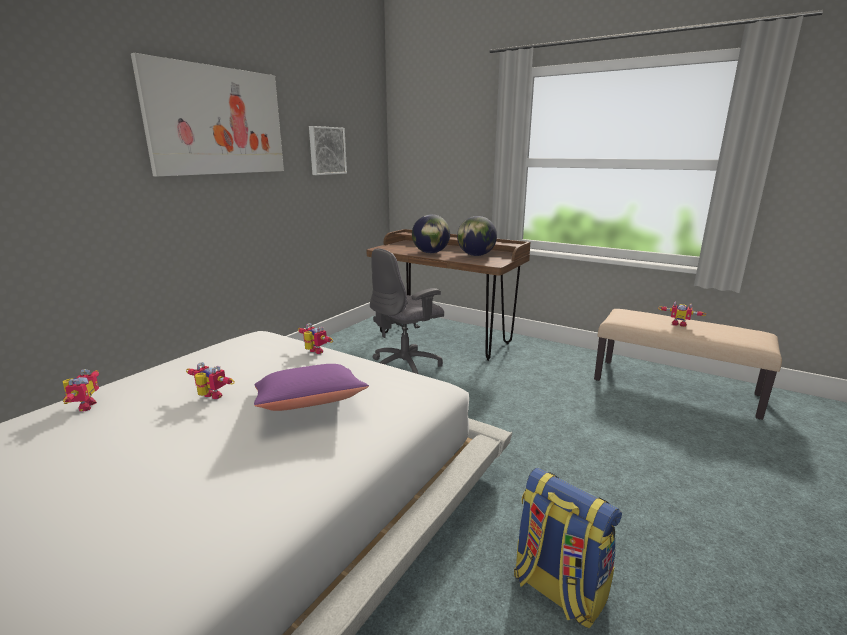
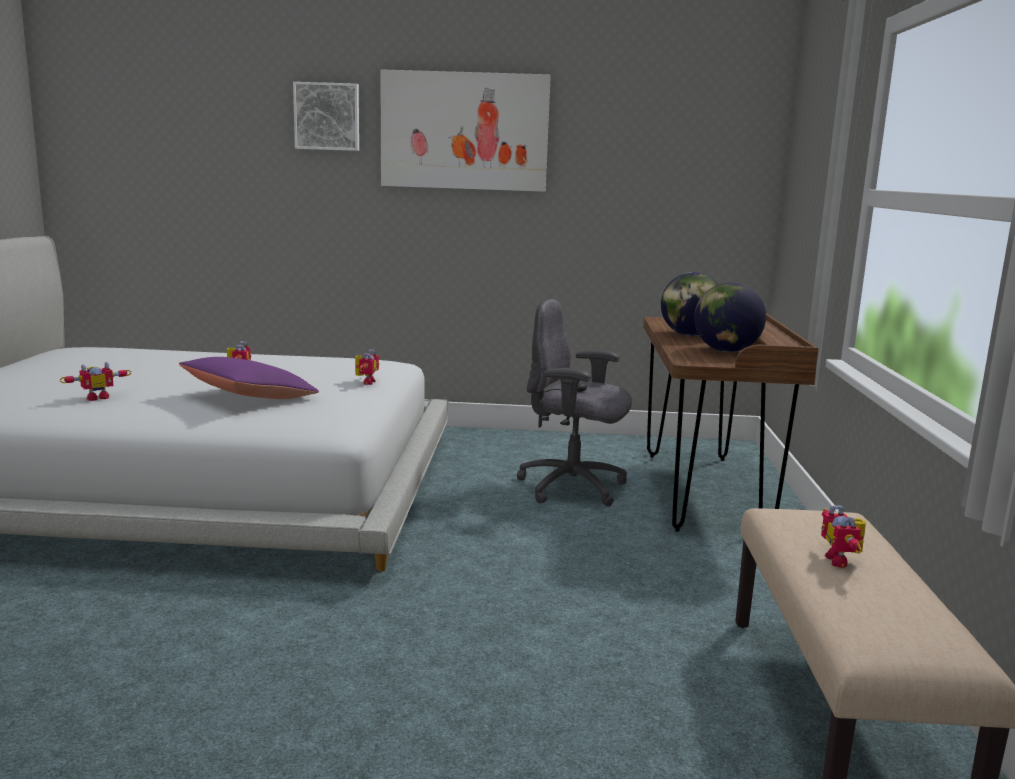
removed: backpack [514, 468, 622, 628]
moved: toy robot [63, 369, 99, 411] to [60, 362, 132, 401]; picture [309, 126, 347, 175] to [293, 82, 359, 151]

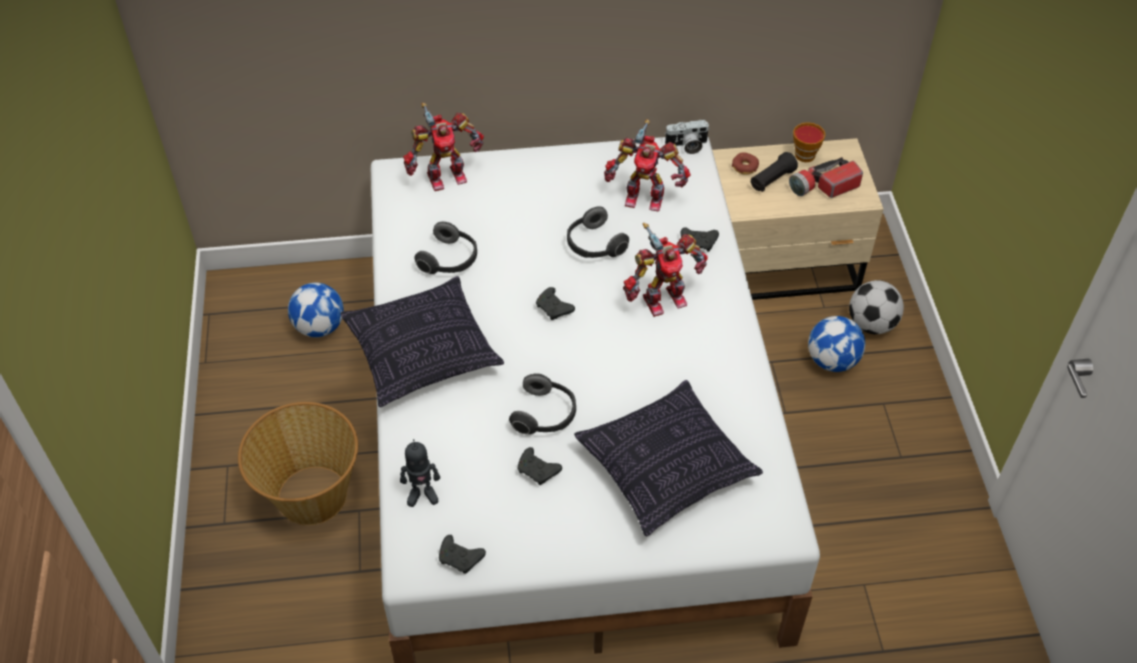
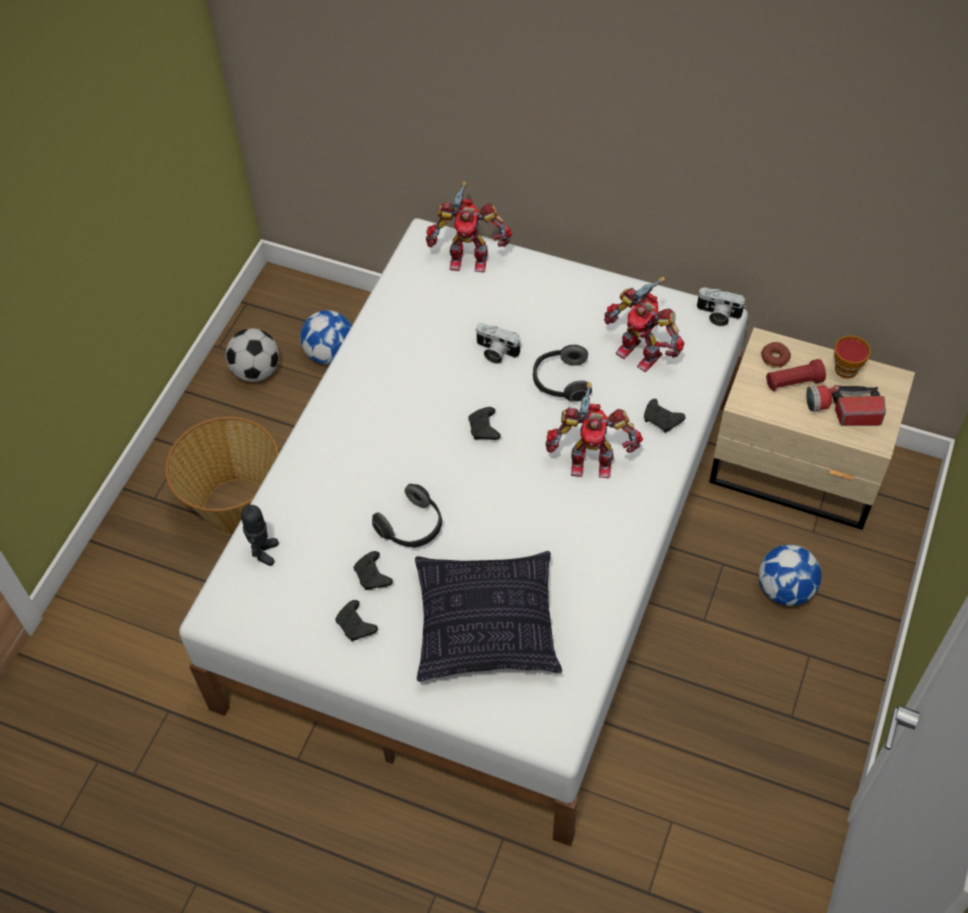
removed: cushion [341, 276, 504, 407]; pair of headphones [414, 222, 477, 274]
added: photo camera [475, 323, 521, 364]
moved: black-coloured gamepad [439, 535, 486, 574] to [335, 600, 378, 641]; football ball [849, 280, 904, 334] to [225, 328, 279, 382]
recoloured: black-coloured flashlight [751, 152, 798, 192] to red-coloured flashlight [766, 359, 826, 391]
turned: toy robot [400, 439, 440, 507] = [241, 503, 279, 566] 105 degrees counterclockwise

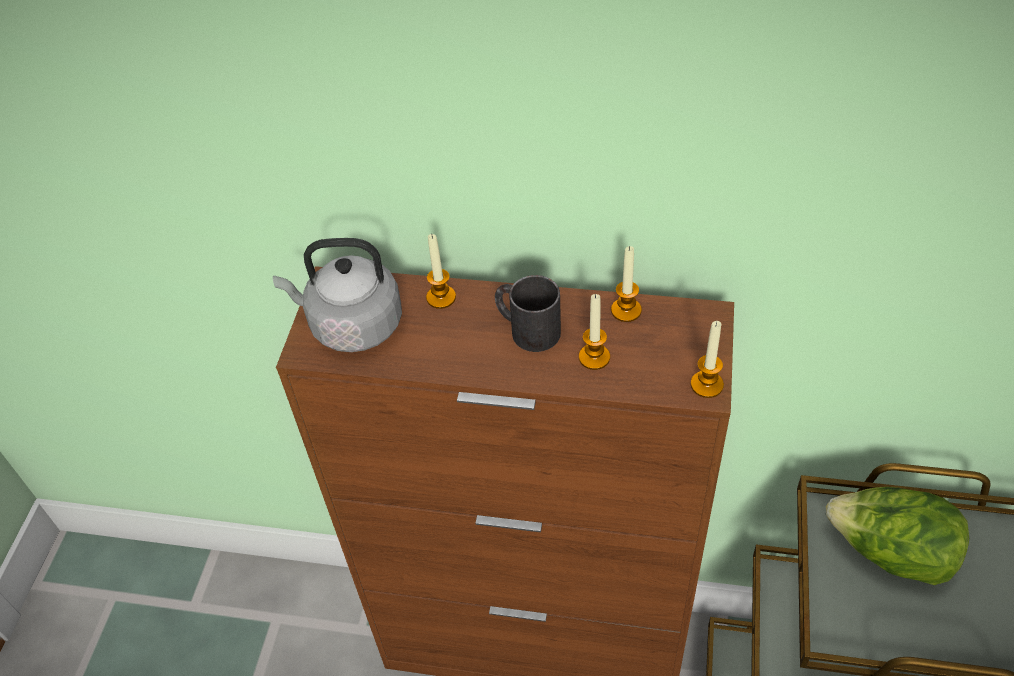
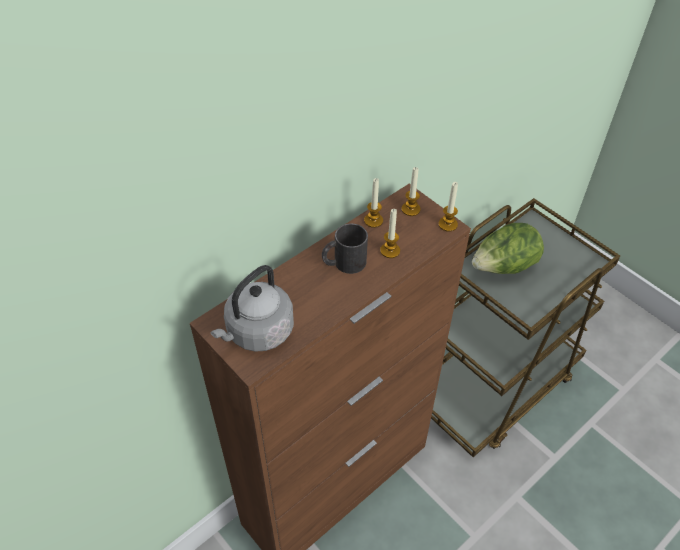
moved: candle [426, 234, 456, 309] to [402, 167, 421, 216]

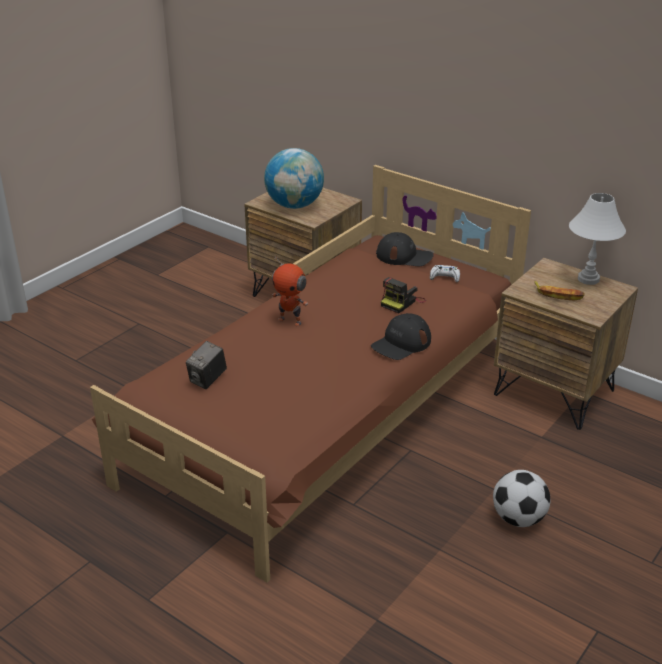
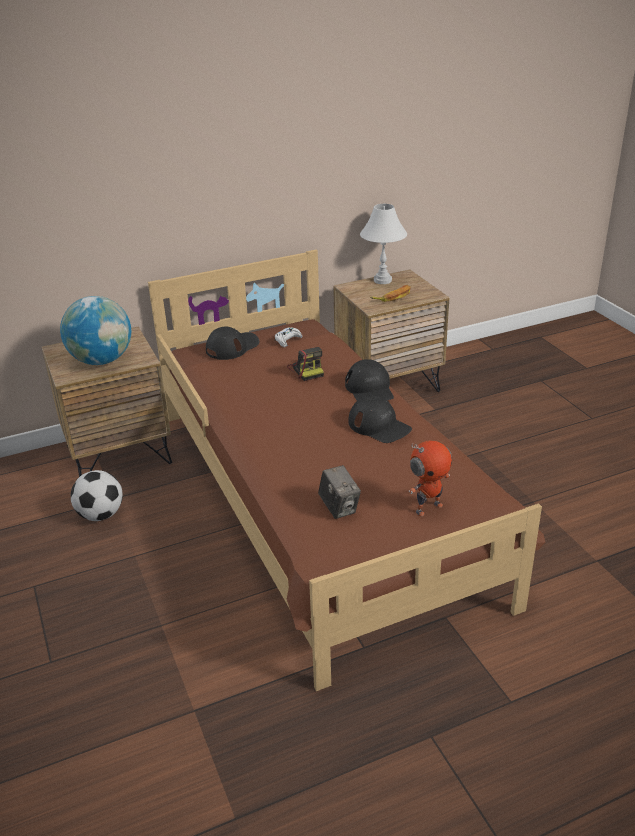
added: black-coloured baseball cap [348, 395, 412, 443]
moved: toy robot [272, 255, 308, 326] to [409, 441, 452, 516]; football ball [493, 470, 550, 527] to [71, 470, 123, 521]

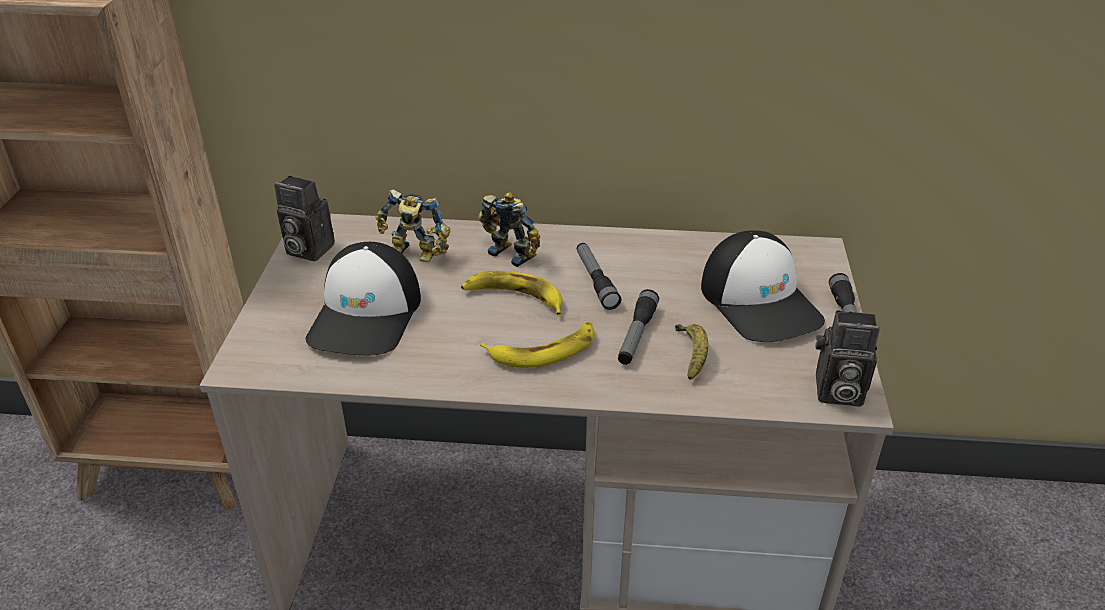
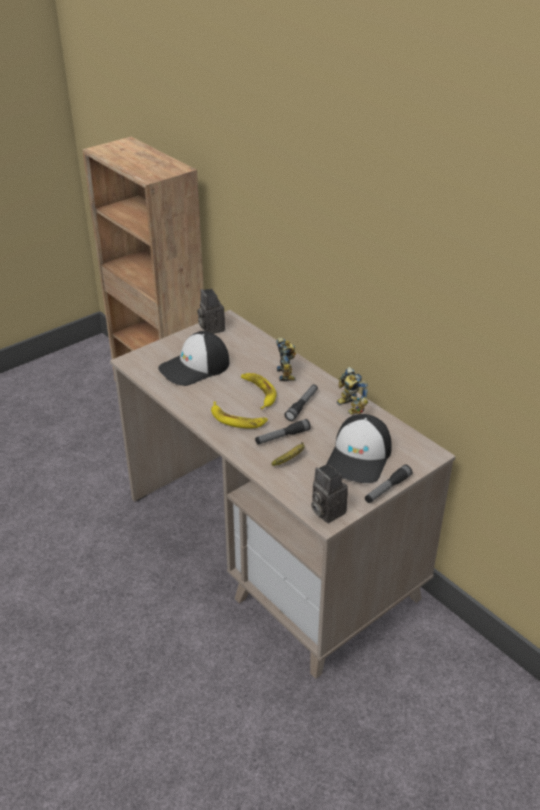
moved: toy robot [376, 189, 451, 262] to [337, 367, 368, 415]

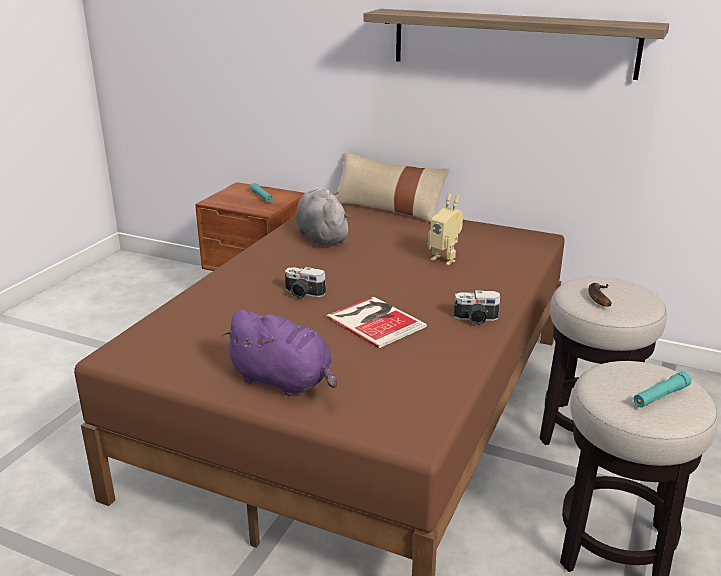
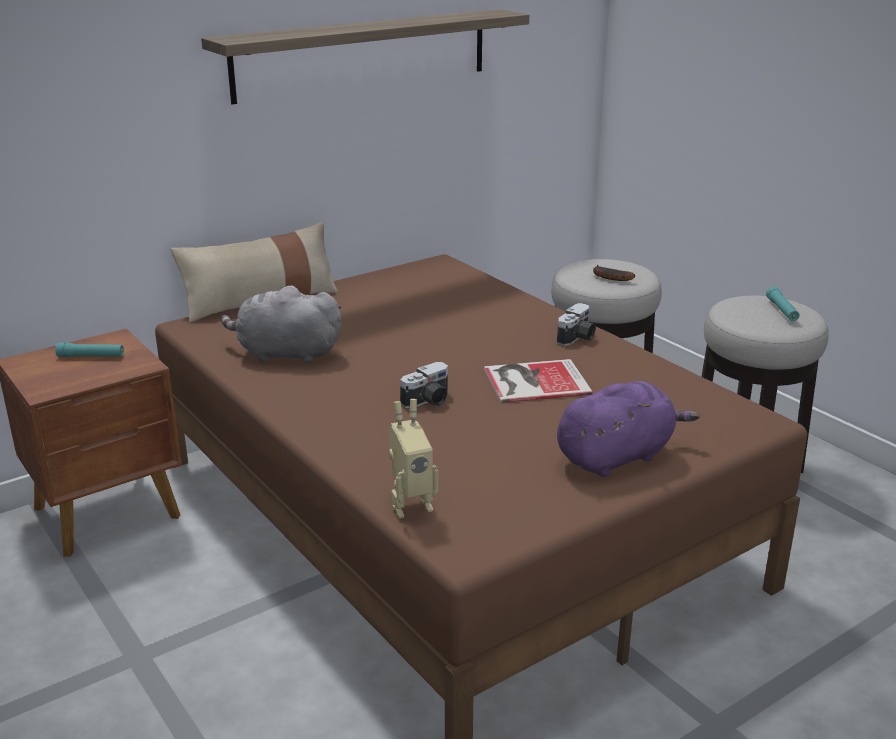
moved: toy robot [428, 193, 463, 265] to [388, 399, 438, 518]

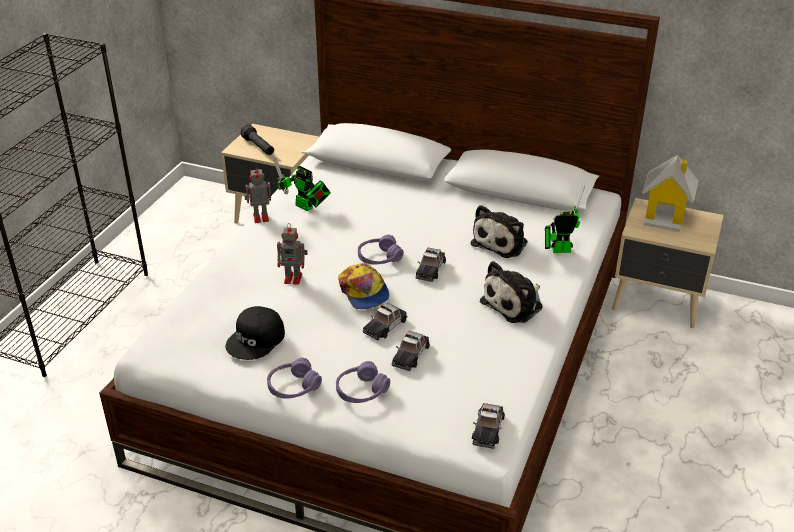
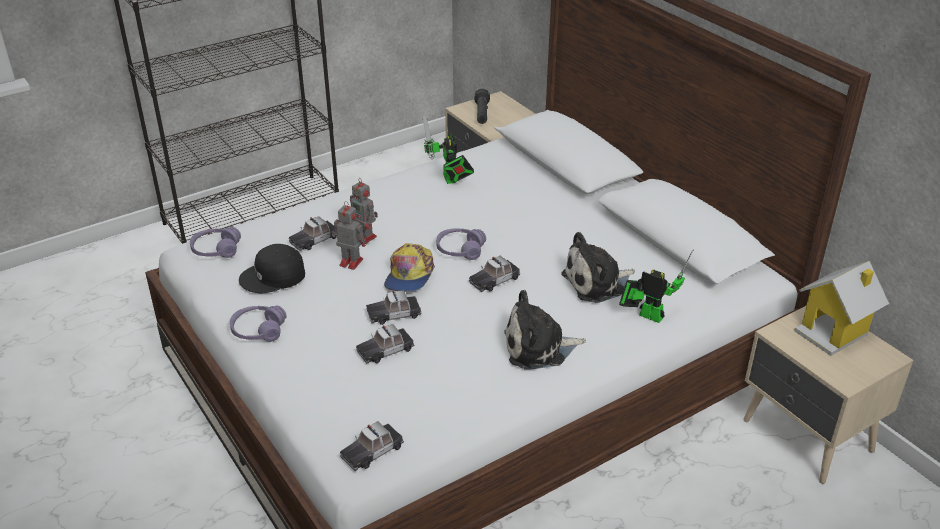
added: model car [289, 216, 337, 251]
moved: toy robot [244, 165, 271, 223] to [331, 201, 366, 270]; purple pair of headphones [336, 361, 390, 403] to [190, 227, 241, 258]

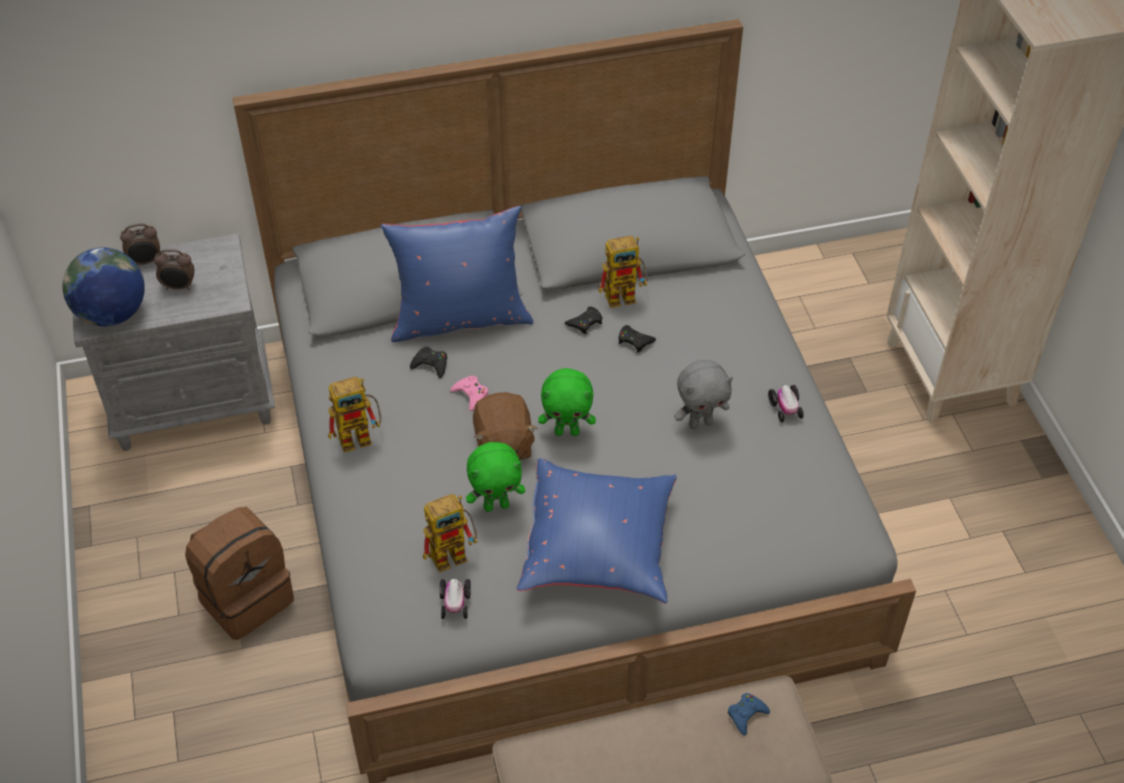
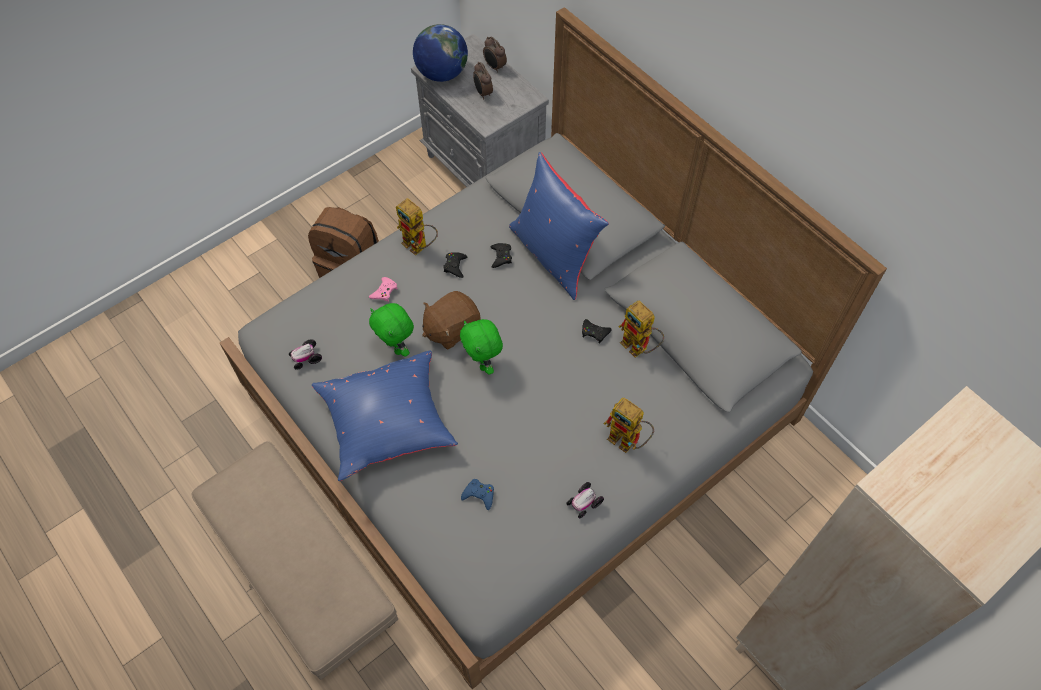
removed: greyish soft toy [674, 360, 733, 429]
moved: toy robot [423, 494, 478, 572] to [604, 398, 654, 453]; pinkish gamepad [450, 376, 489, 411] to [369, 277, 398, 302]; black-coloured gamepad [618, 325, 656, 353] to [443, 252, 467, 278]; bluish gamepad [728, 693, 770, 736] to [461, 479, 494, 510]

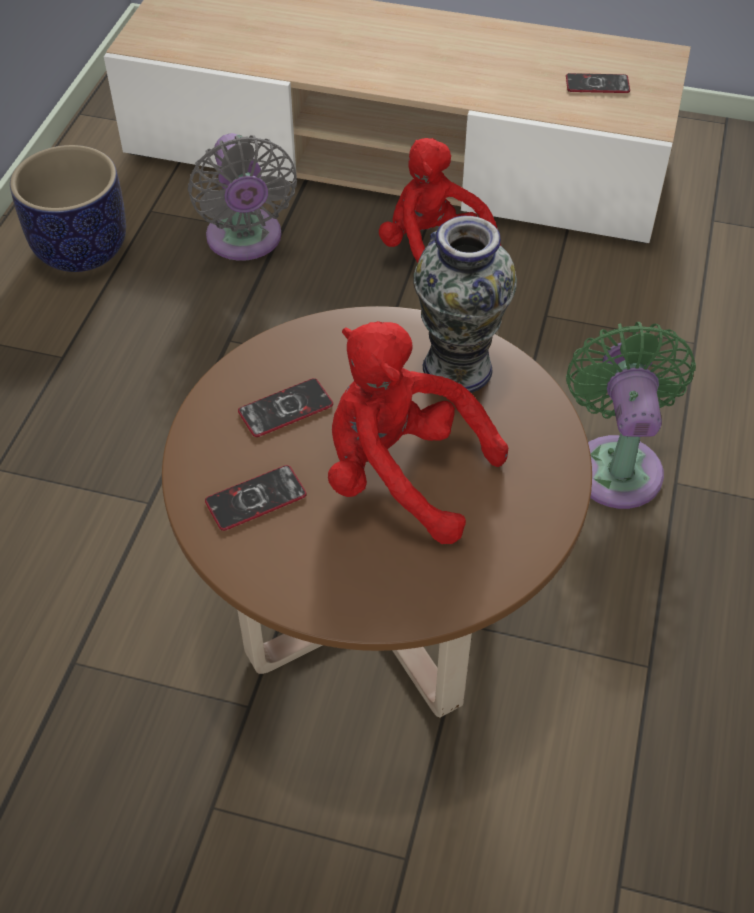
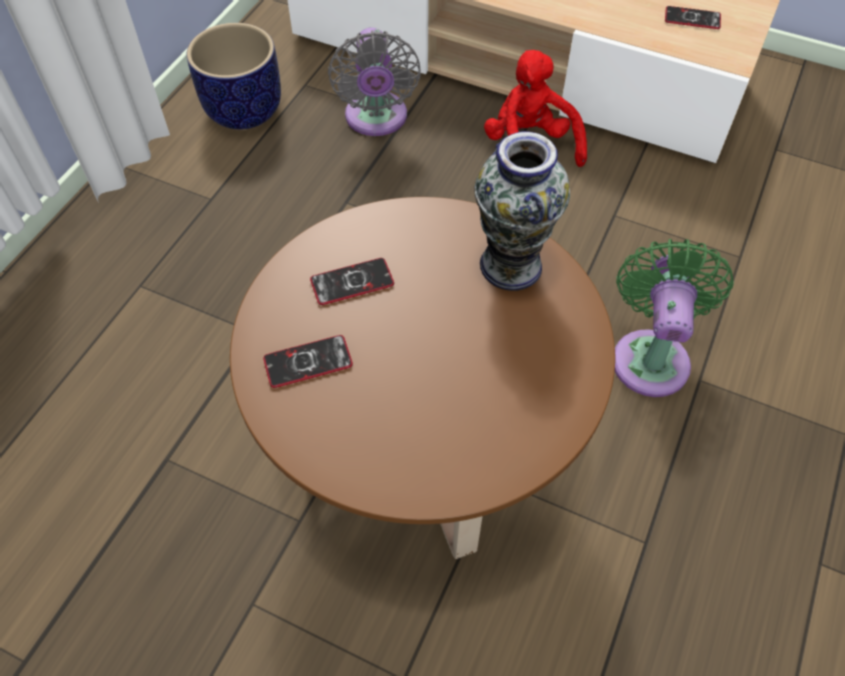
removed: red-coloured soft toy [328, 321, 508, 544]

